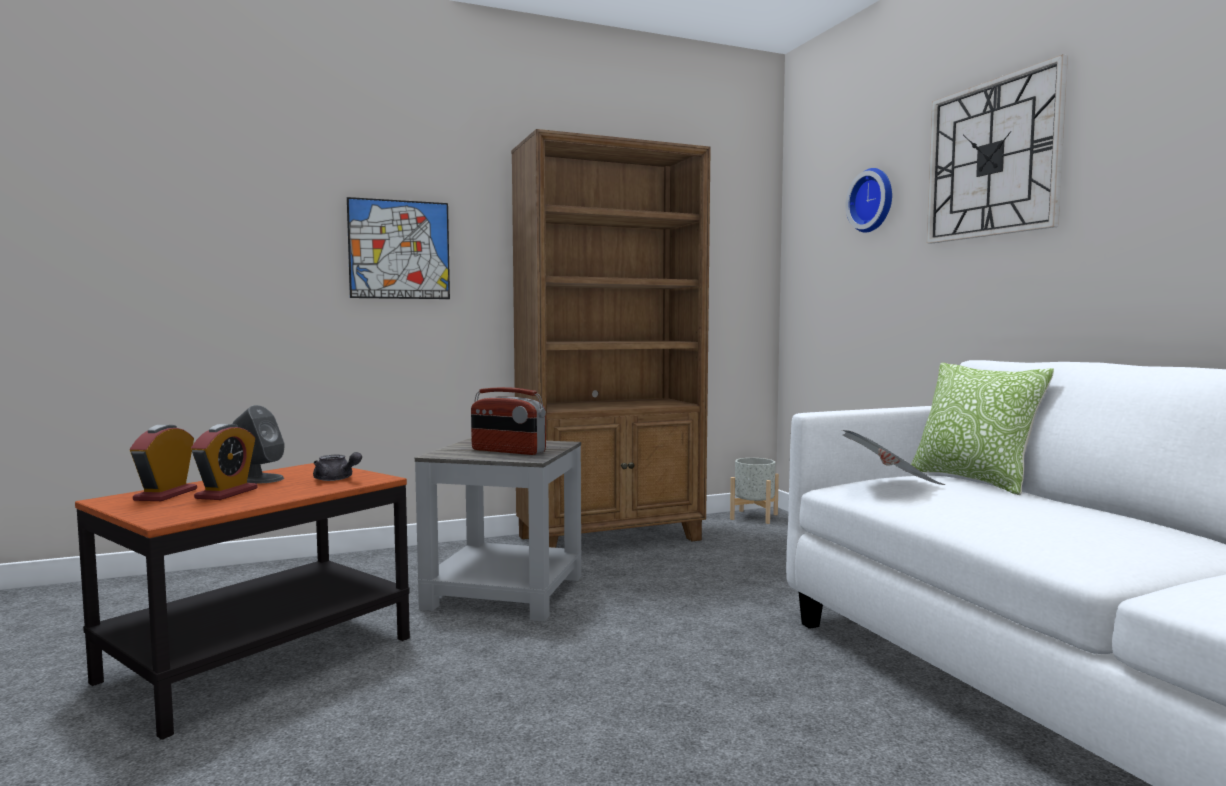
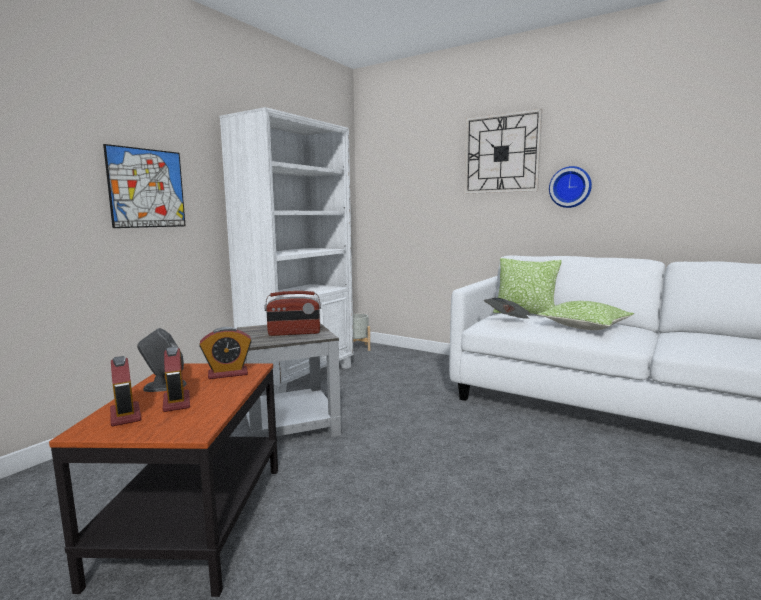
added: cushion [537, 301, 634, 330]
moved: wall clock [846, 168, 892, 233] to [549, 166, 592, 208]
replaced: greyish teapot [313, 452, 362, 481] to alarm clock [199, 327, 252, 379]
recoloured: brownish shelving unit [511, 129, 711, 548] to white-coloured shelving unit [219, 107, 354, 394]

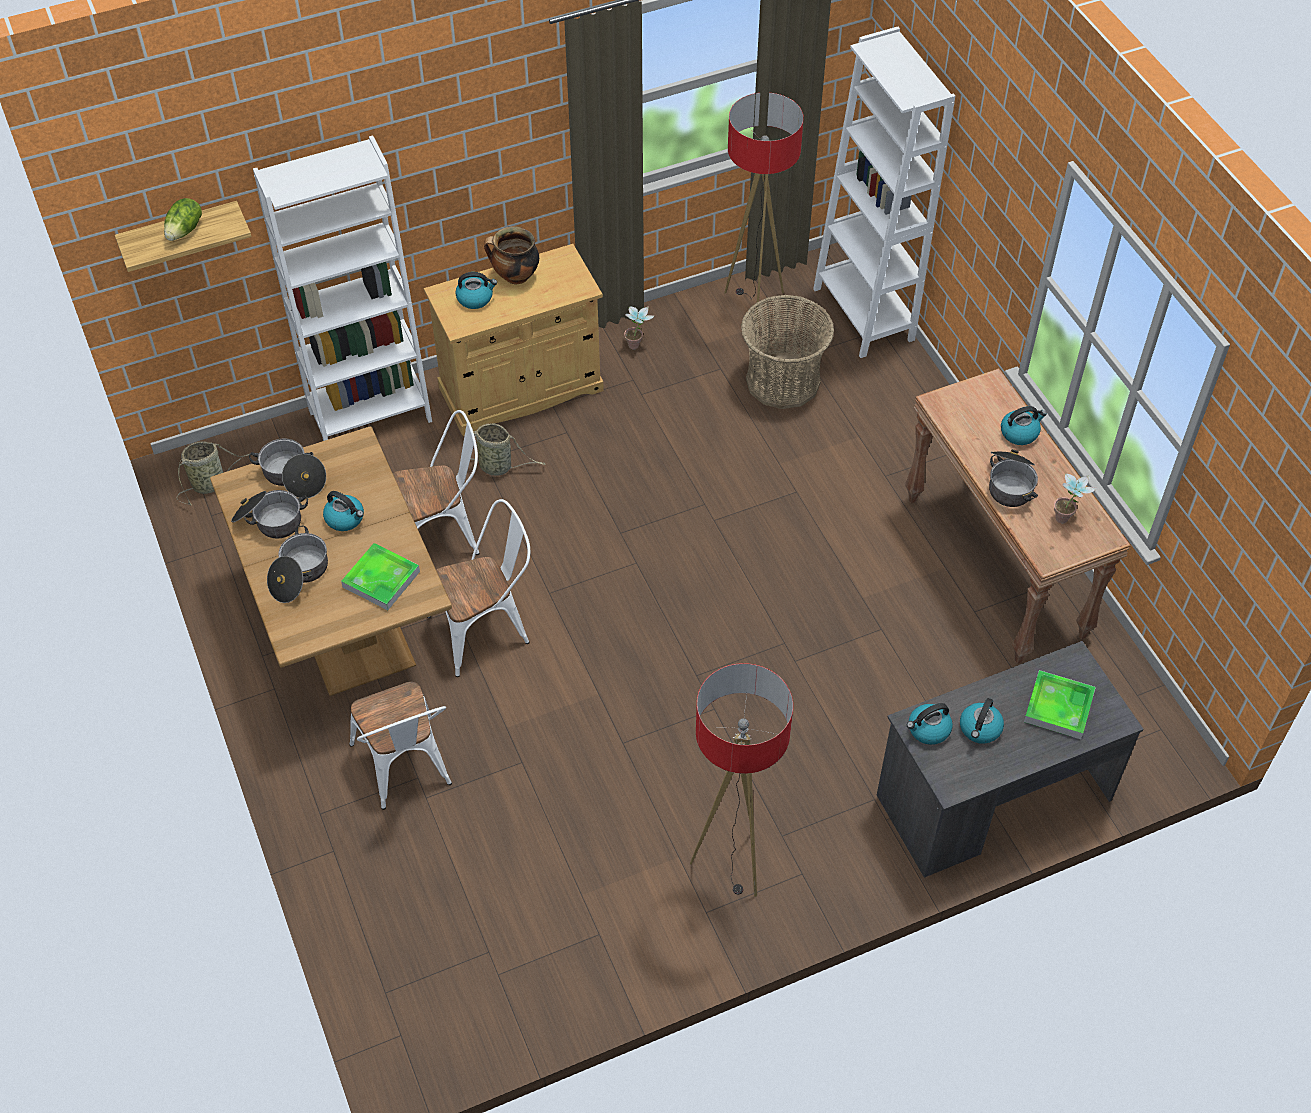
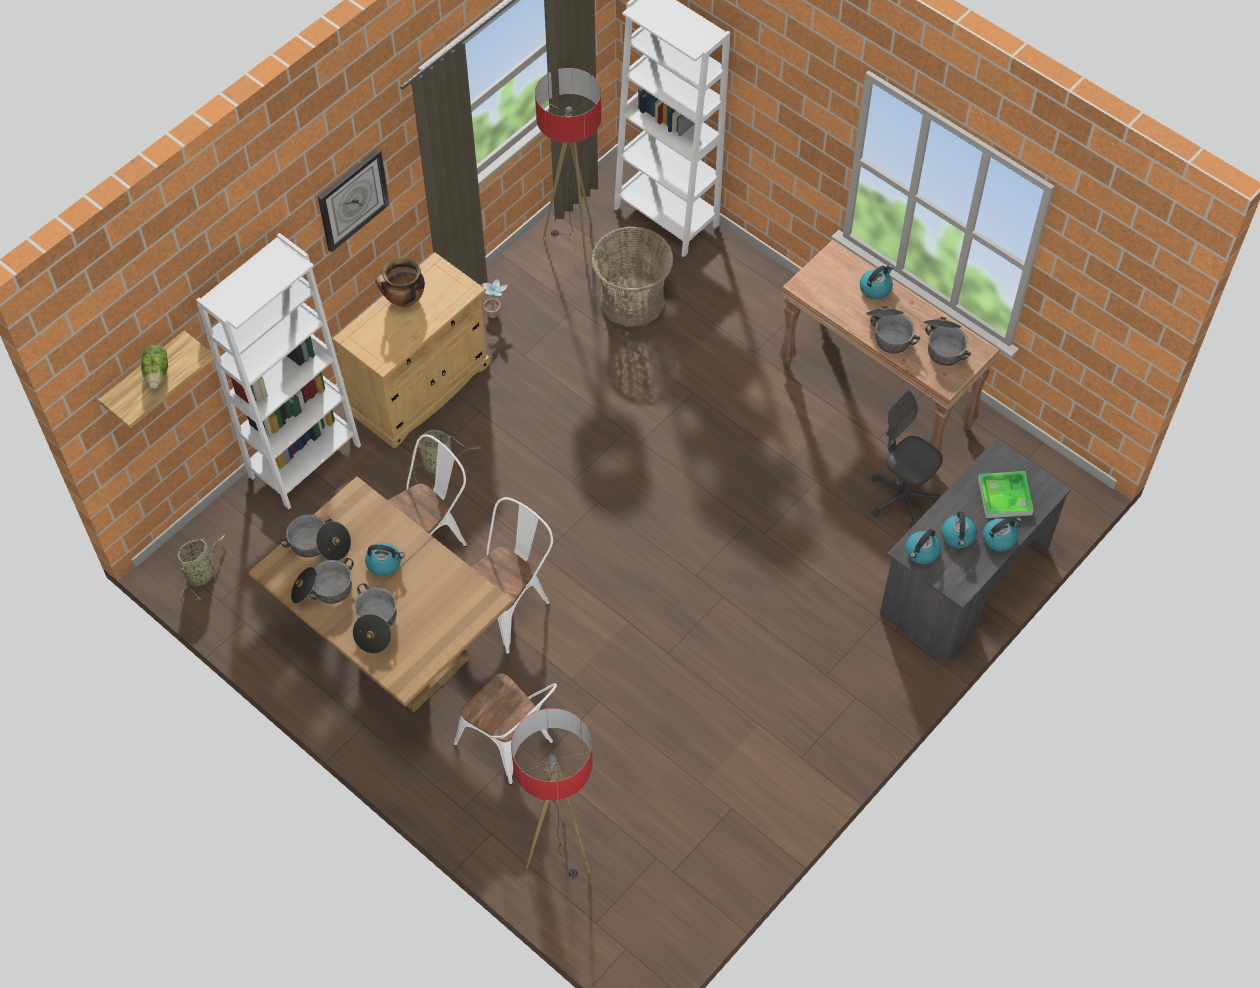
removed: serving tray [341, 543, 420, 610]
added: wall clock [318, 149, 390, 252]; greyish computer chair [871, 390, 943, 529]
moved: water kettle [455, 272, 497, 309] to [983, 517, 1021, 551]; floor lamp [690, 663, 793, 897] to [511, 708, 593, 878]
replaced: potted plant [1054, 474, 1097, 523] to stockpot [924, 317, 971, 366]

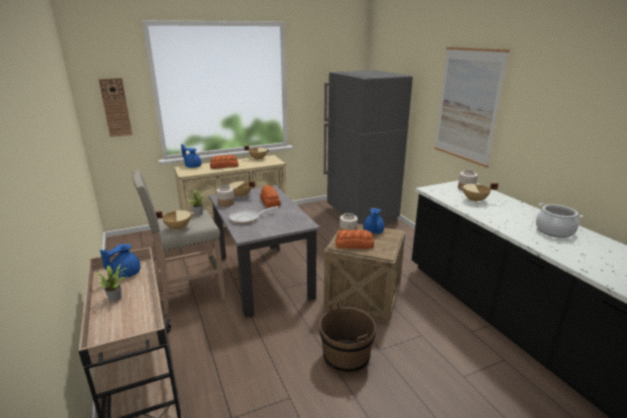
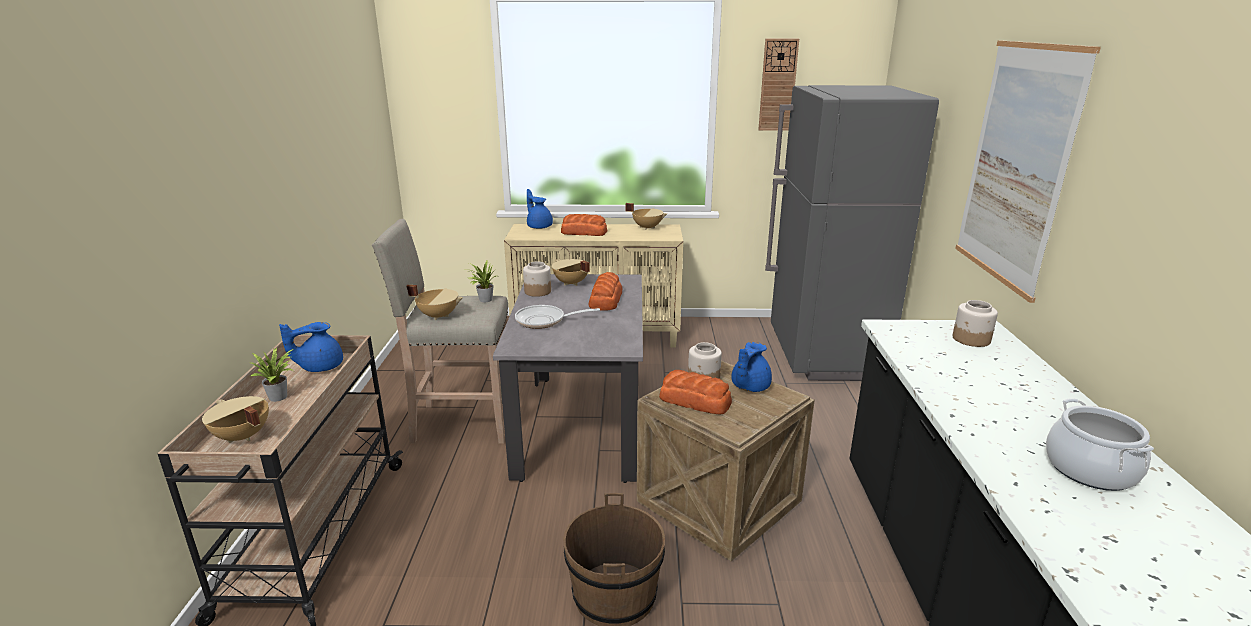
moved: wall clock [98, 78, 132, 137] to [758, 39, 799, 131]; sand-coloured stockpot [460, 182, 498, 203] to [202, 396, 269, 443]

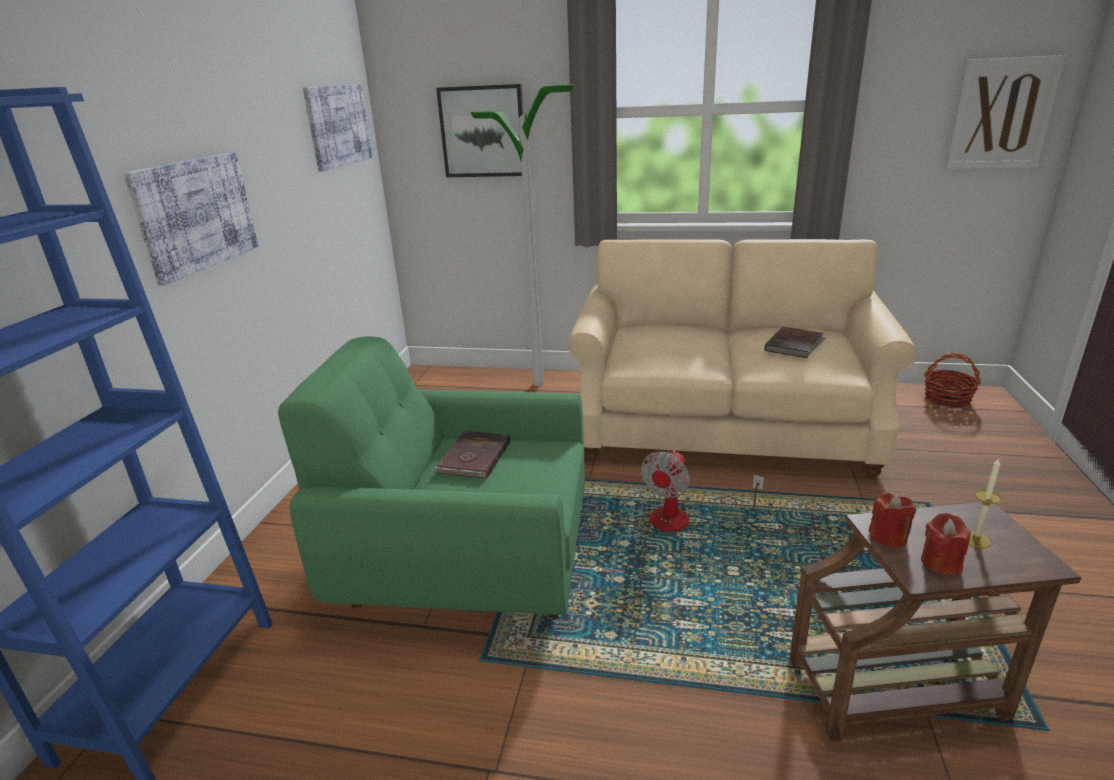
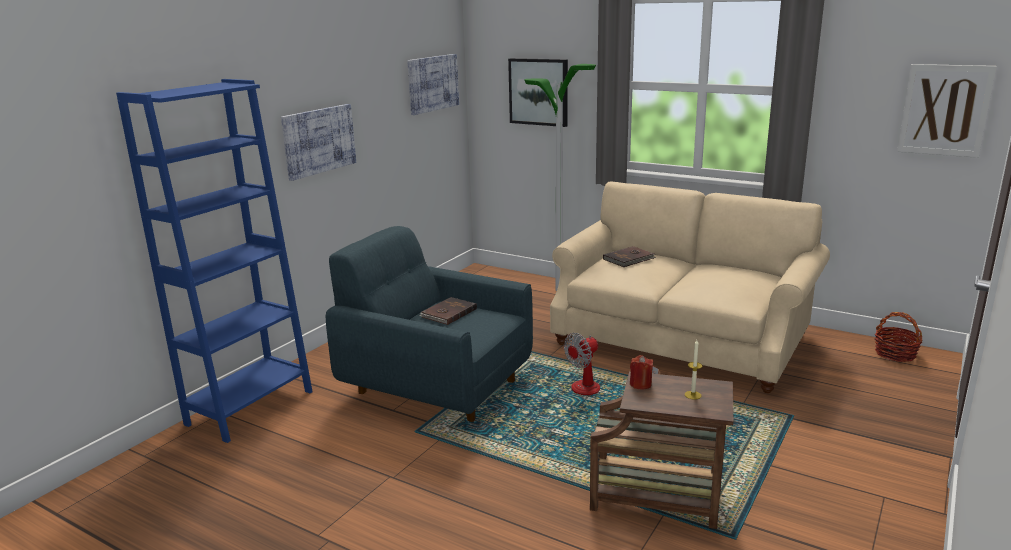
removed: red-coloured candle [921, 513, 971, 575]
moved: brownish volume [765, 326, 826, 358] to [603, 246, 656, 267]
recoloured: greenish armchair [278, 336, 585, 618] to bluish armchair [326, 226, 533, 422]

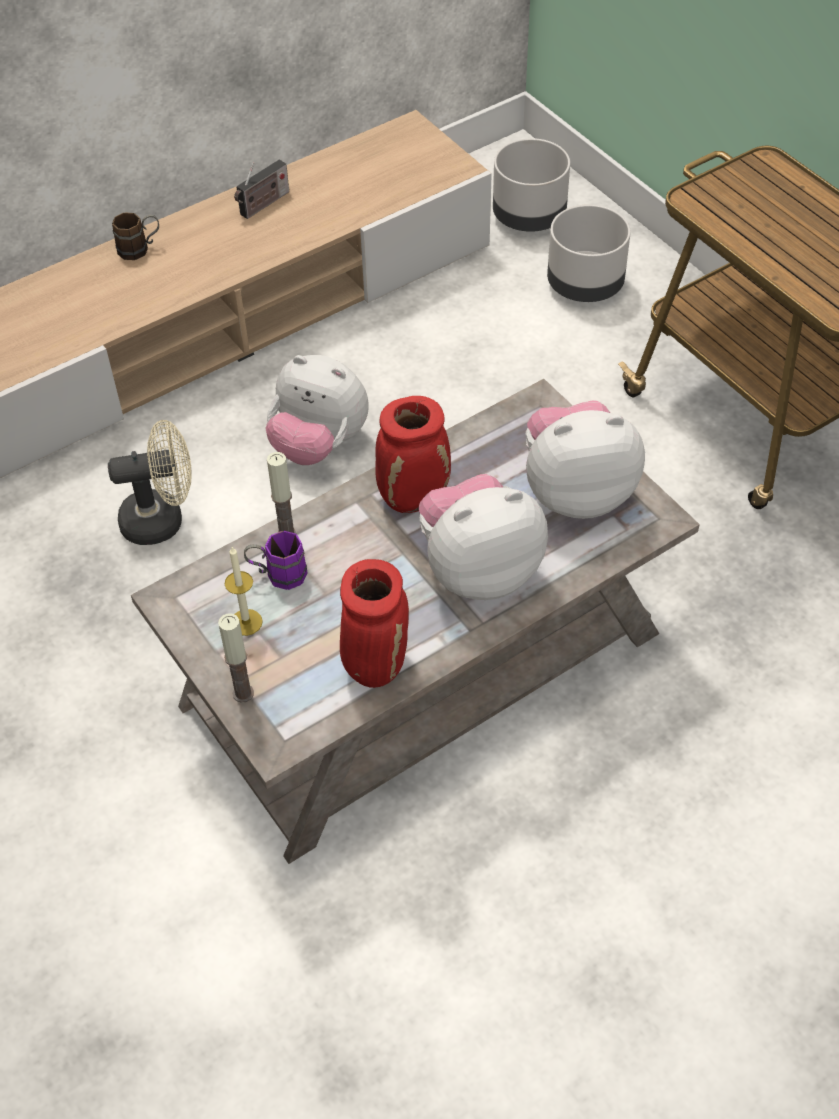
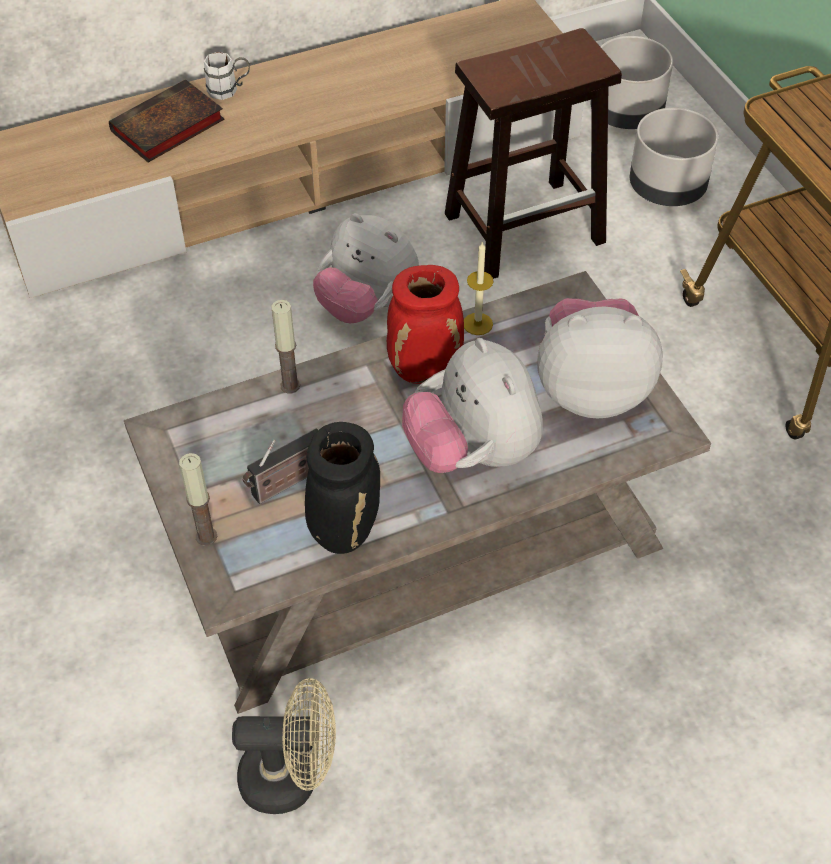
removed: purple tea mug [244, 531, 307, 590]
added: volume [109, 79, 225, 163]; brownish stool seat [445, 28, 622, 279]
moved: sand-coloured electric fan [108, 420, 192, 545] to [232, 678, 336, 814]; candle [225, 547, 263, 636] to [464, 241, 494, 335]; radio receiver [234, 160, 289, 219] to [242, 428, 318, 504]
recoloured: brownish tea mug [112, 212, 159, 260] to white-coloured tea mug [204, 52, 250, 100]; red-coloured flower vase [340, 559, 409, 688] to black-coloured flower vase [305, 422, 380, 554]
turned: soft toy [418, 474, 548, 600] = [402, 338, 543, 473] 105 degrees counterclockwise

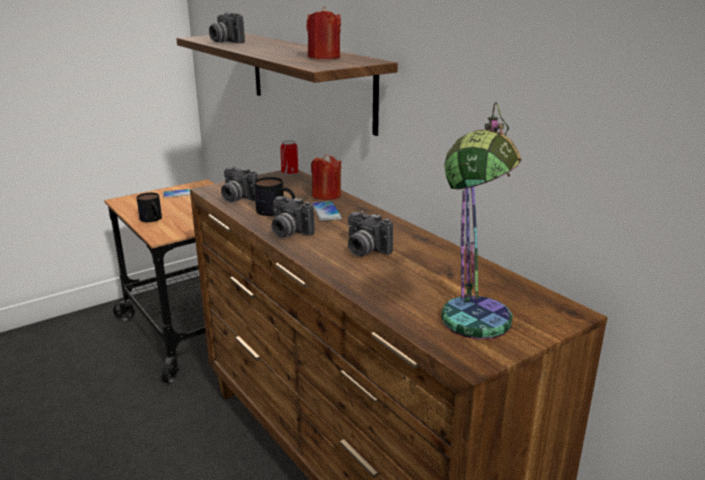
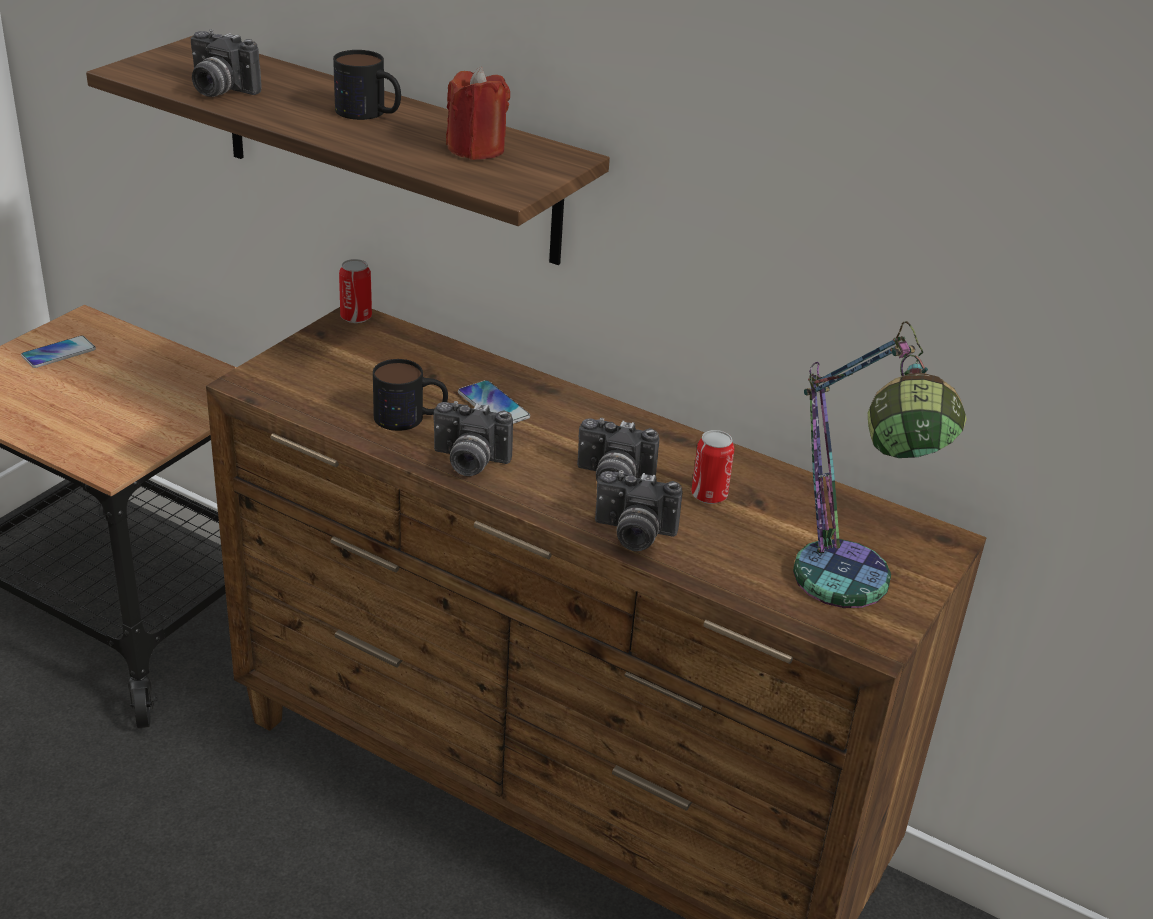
removed: red-coloured candle [311, 154, 341, 200]
added: can [691, 430, 734, 504]
moved: tea mug [136, 193, 162, 222] to [333, 50, 401, 120]; photo camera [221, 166, 258, 202] to [595, 470, 682, 551]

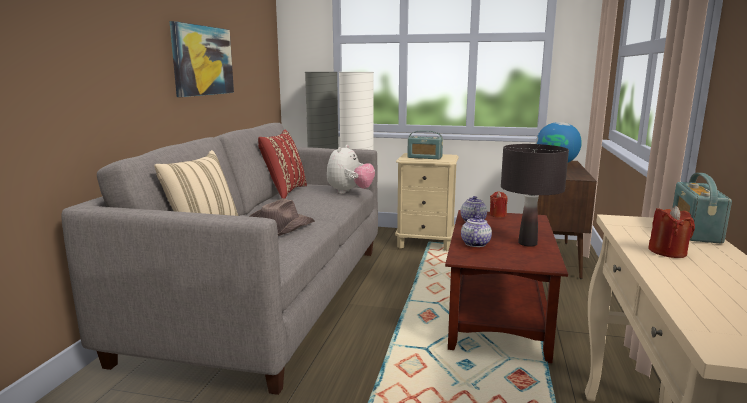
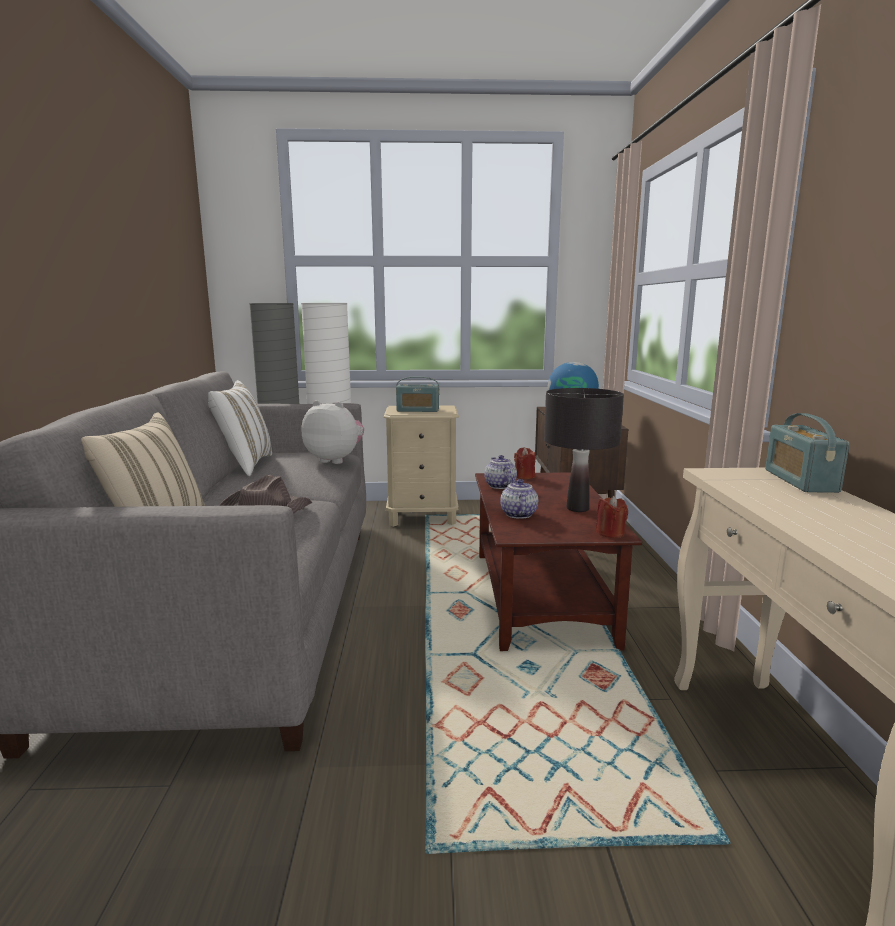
removed: picture [170, 21, 234, 97]
moved: red-coloured candle [648, 206, 695, 258] to [596, 496, 628, 538]
recoloured: red-coloured cushion [258, 130, 307, 199] to white-coloured cushion [208, 380, 272, 476]
turned: soft toy [327, 145, 375, 194] = [301, 400, 364, 464] 75 degrees counterclockwise

